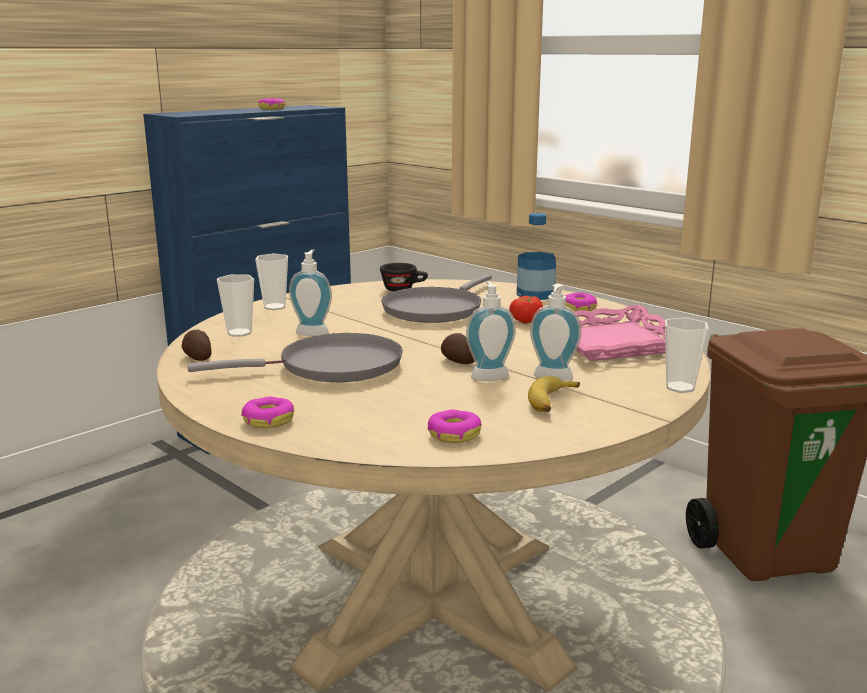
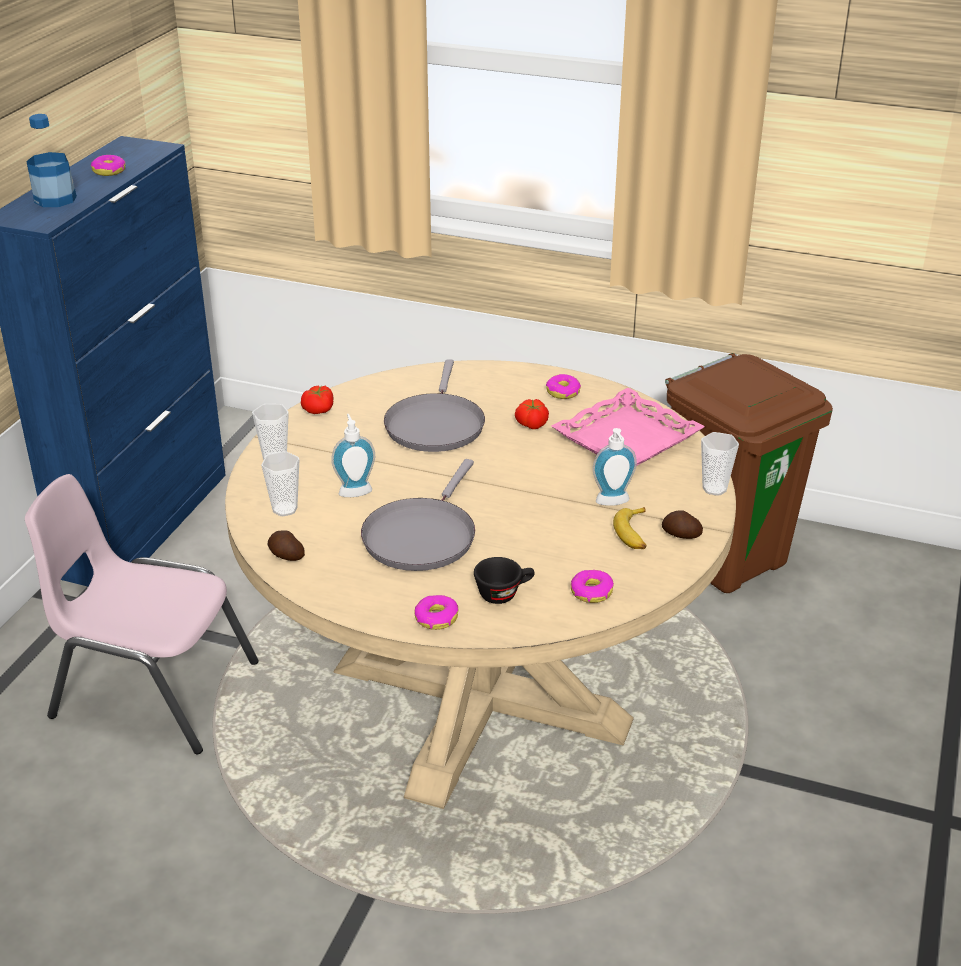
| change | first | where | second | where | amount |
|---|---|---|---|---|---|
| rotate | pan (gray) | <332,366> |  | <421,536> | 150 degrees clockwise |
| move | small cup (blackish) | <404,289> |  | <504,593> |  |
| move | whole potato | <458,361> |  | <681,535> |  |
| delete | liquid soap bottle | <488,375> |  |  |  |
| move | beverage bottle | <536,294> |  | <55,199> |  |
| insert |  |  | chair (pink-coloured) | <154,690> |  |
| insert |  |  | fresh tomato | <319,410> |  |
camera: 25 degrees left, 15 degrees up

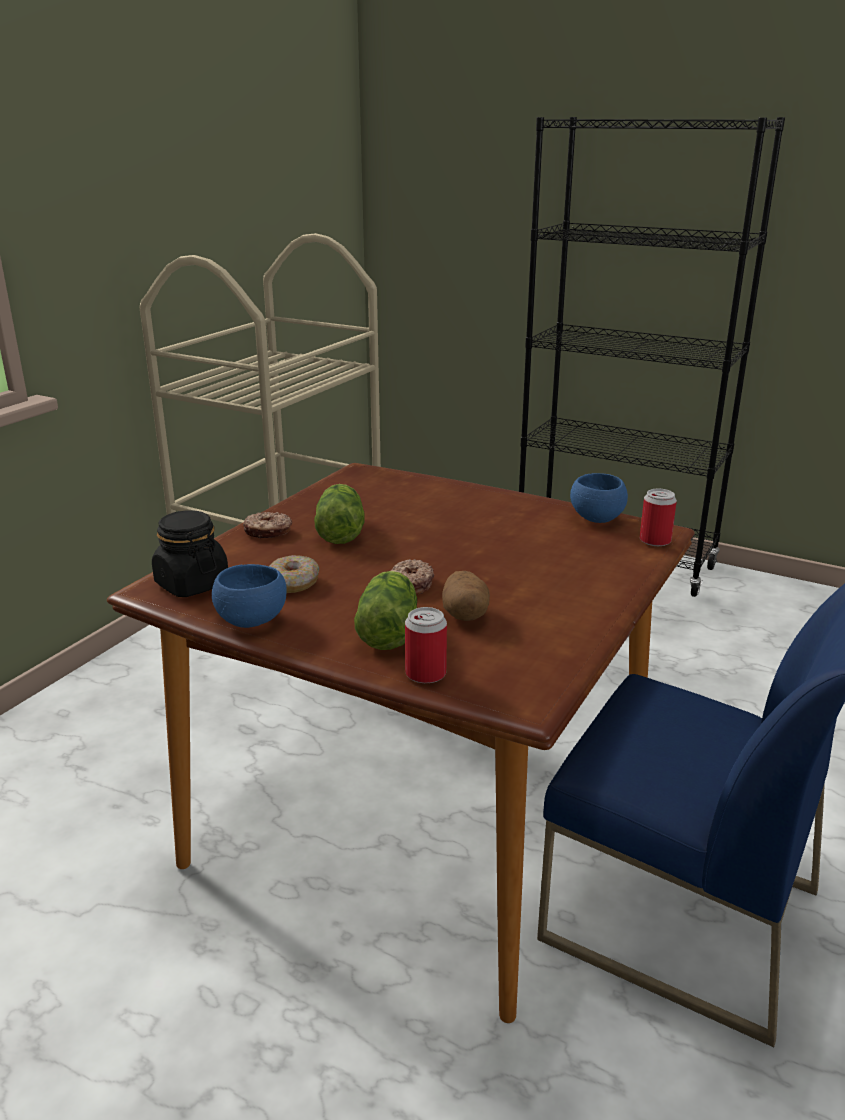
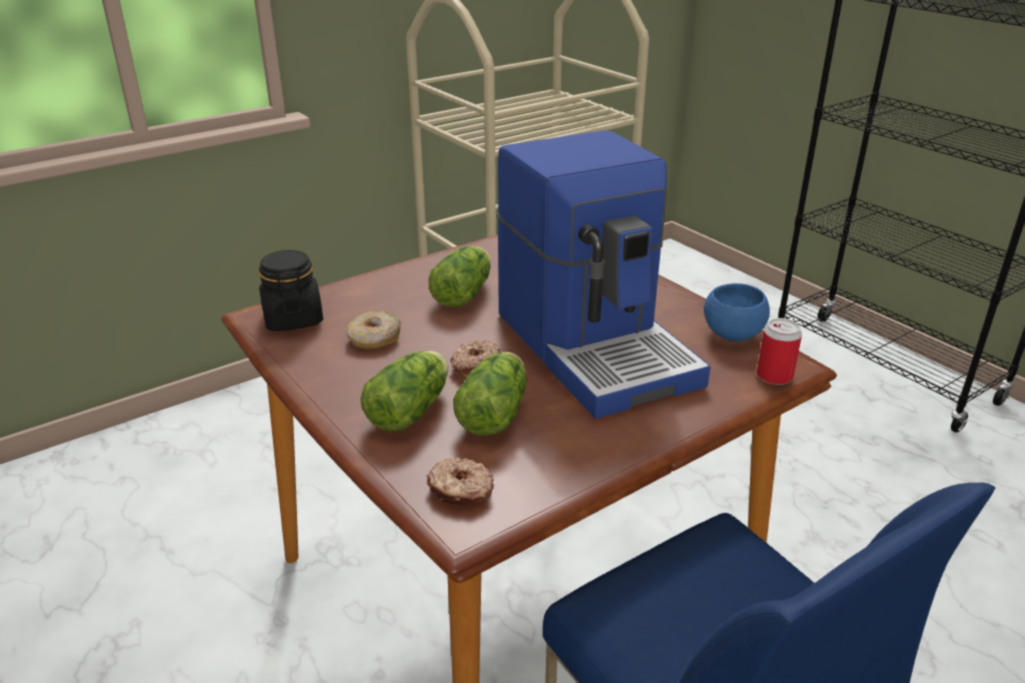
| change | first | where | second | where | amount |
|---|---|---|---|---|---|
| delete | serving bowl (bluish) | <252,620> |  |  |  |
| move | doughnut | <268,532> |  | <460,490> |  |
| delete | can | <425,674> |  |  |  |
| replace | whole potato | <464,614> | head of lettuce | <496,411> |  |
| insert |  |  | coffee maker | <597,346> |  |
camera: 25 degrees right, 5 degrees up

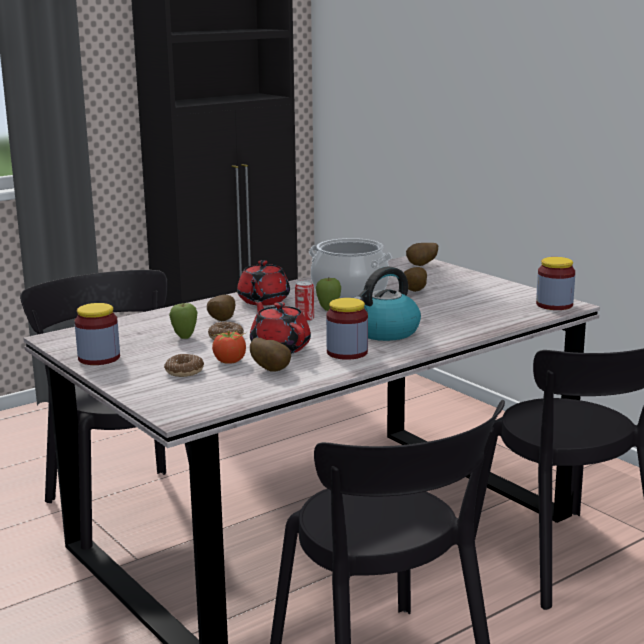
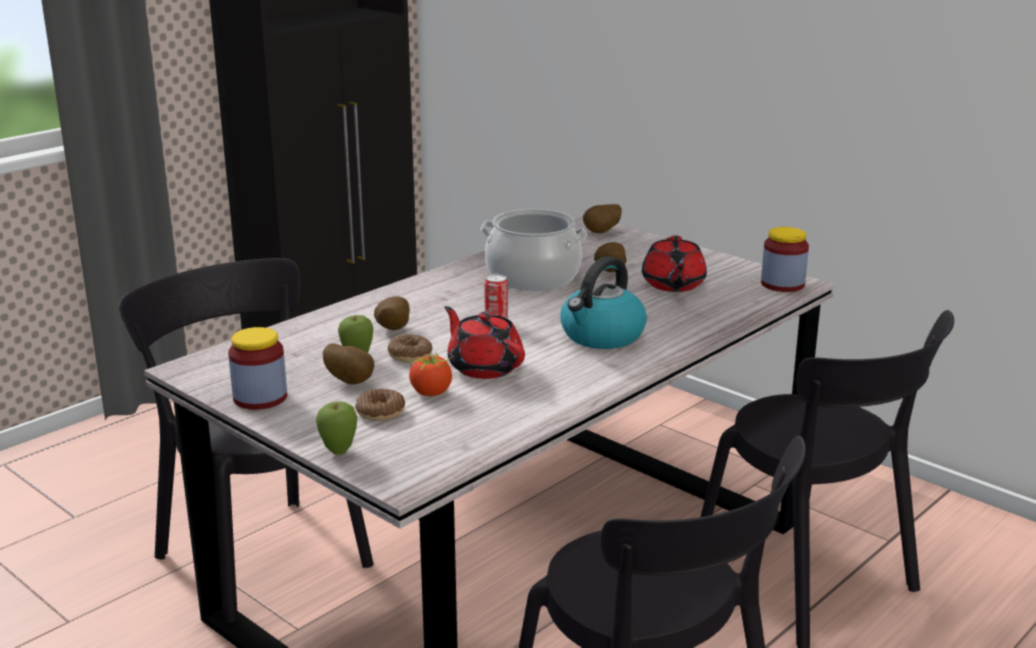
| change | first | where | second | where | amount |
|---|---|---|---|---|---|
| move | teapot (red) | <263,301> |  | <673,285> |  |
| move | whole potato | <272,369> |  | <351,381> |  |
| move | apple fruit | <328,310> |  | <338,451> |  |
| delete | preserve jar | <347,352> |  |  |  |
camera: 10 degrees left, 5 degrees up

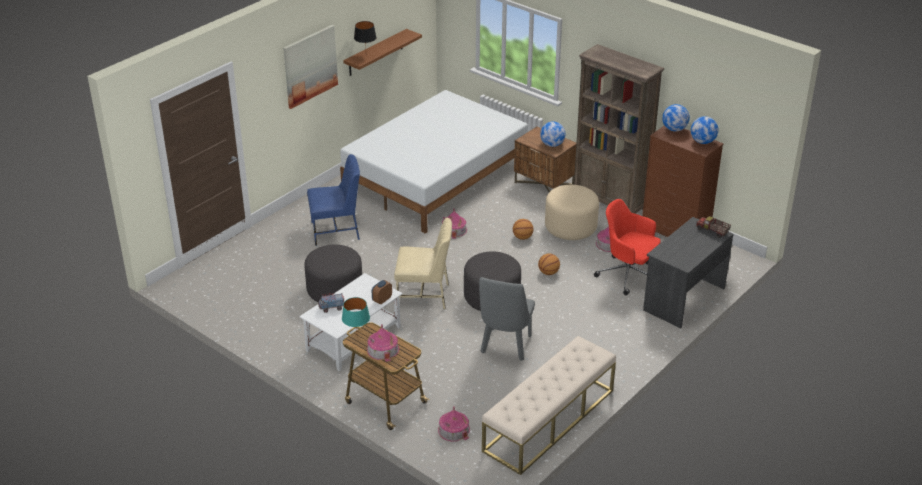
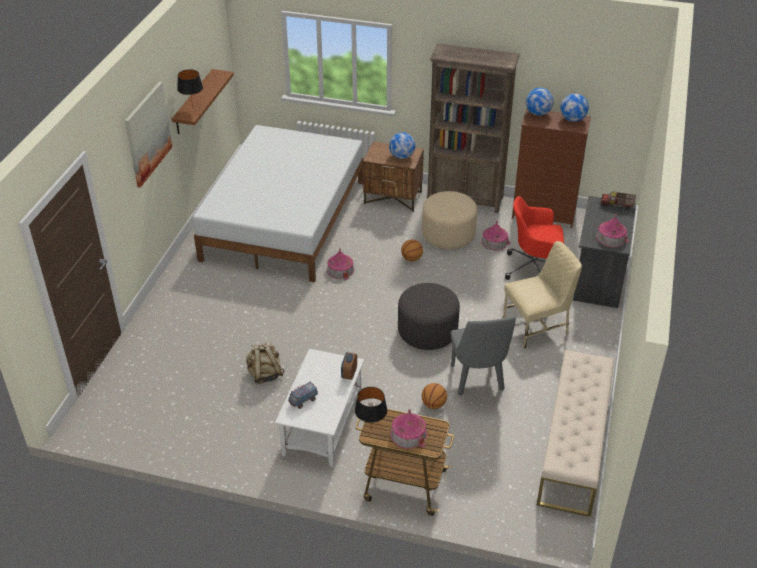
| change | first | where | second | where | amount |
|---|---|---|---|---|---|
| replace | pouffe (gray) | <334,290> | rucksack (sand-coloured) | <265,374> |  |
| delete | chair (bluish) | <336,231> |  |  |  |
| recolor | lamp for a table (turquoise) | <357,337> | lamp for a table (blackish) | <371,430> |  |
| move | chair (sand-coloured) | <424,295> |  | <537,327> |  |
| move | miniature house | <454,430> |  | <611,238> |  |
| move | ball for basketball | <548,272> |  | <433,404> |  |
camera: 25 degrees left, 5 degrees up

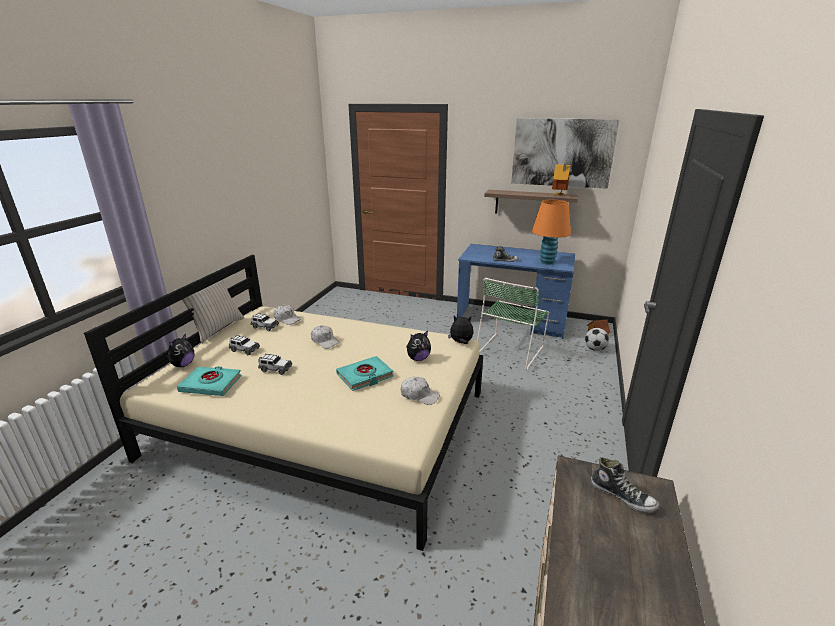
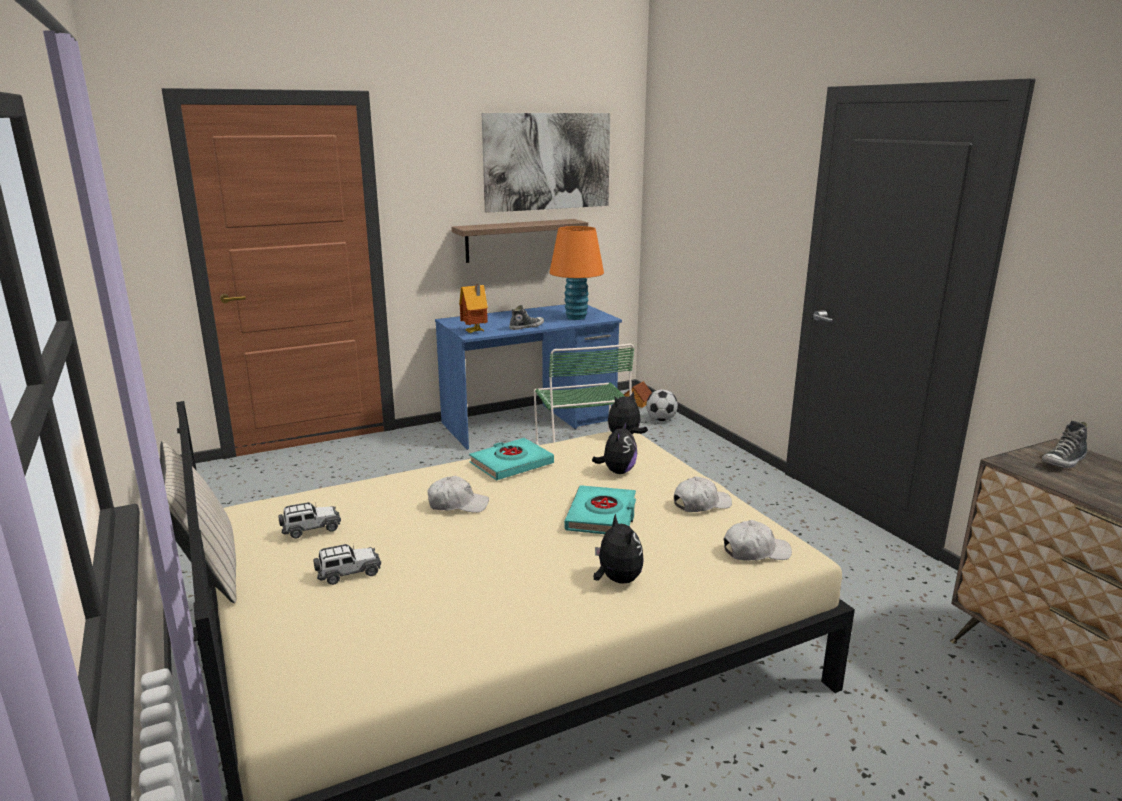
| change | first | where | second | where | amount |
|---|---|---|---|---|---|
| move | plush toy | <183,365> |  | <617,580> |  |
| move | bound book (turquoise) | <211,384> |  | <511,464> |  |
| delete | model car | <275,369> |  |  |  |
| move | baseball cap (whitish) | <287,319> |  | <755,551> |  |
| move | miniature house | <559,195> |  | <475,332> |  |
| rotate | low shoe | <622,496> |  | <1064,462> | 150 degrees clockwise |
camera: 45 degrees left, 5 degrees down

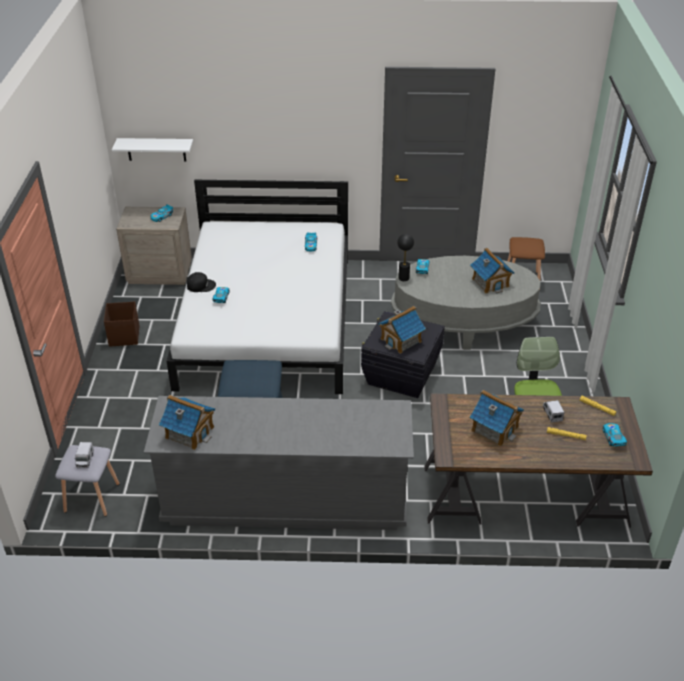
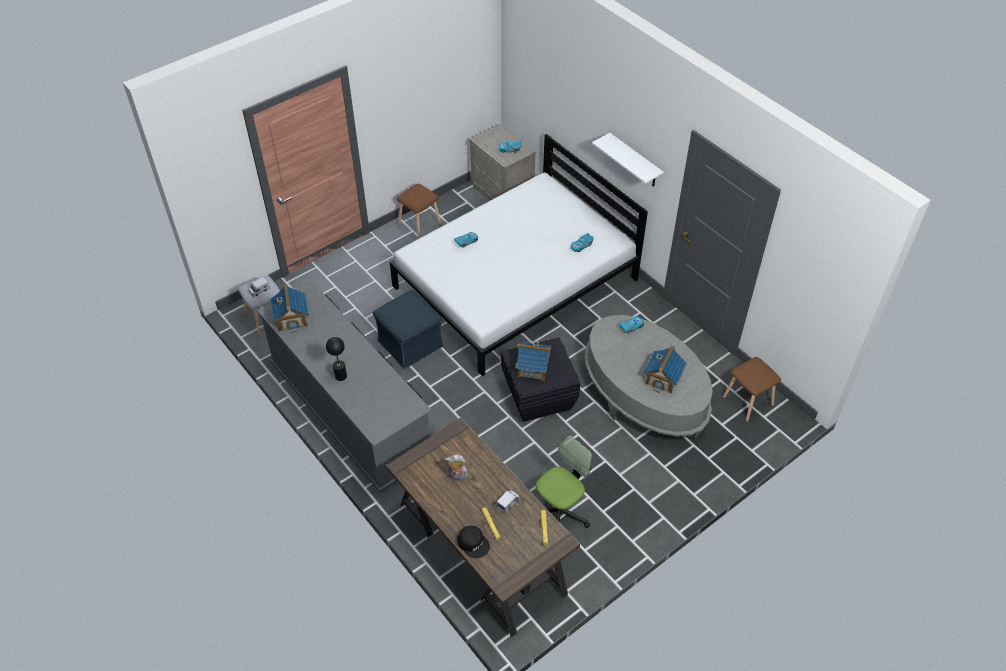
| change | first | where | second | where | amount |
|---|---|---|---|---|---|
| replace | storage container (brown) | <124,336> | sitting stool (brown) | <420,224> |  |
| move | bracket shelf (whitish) | <156,149> |  | <635,161> |  |
| move | baseball cap (blackish) | <201,285> |  | <473,543> |  |
| move | lamp for a table (blackish) | <403,278> |  | <340,376> |  |
| replace | miniature house | <494,428> | plush toy | <457,476> |  |
| delete | model car | <613,438> |  |  |  |
camera: 50 degrees right, 10 degrees up

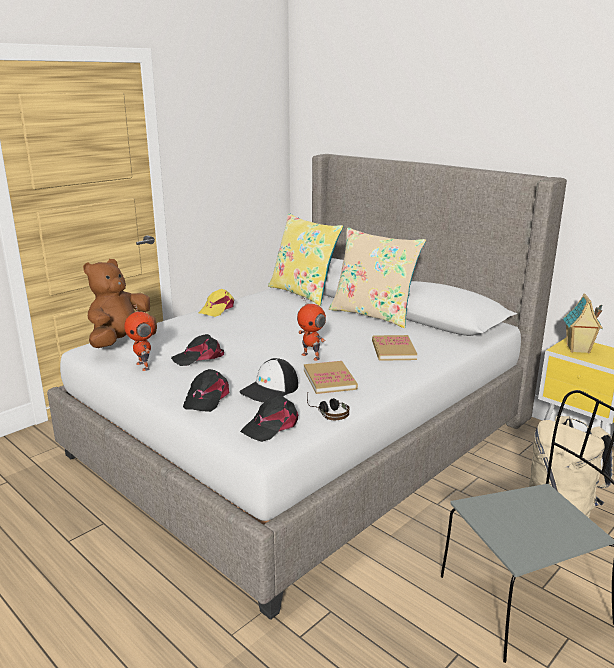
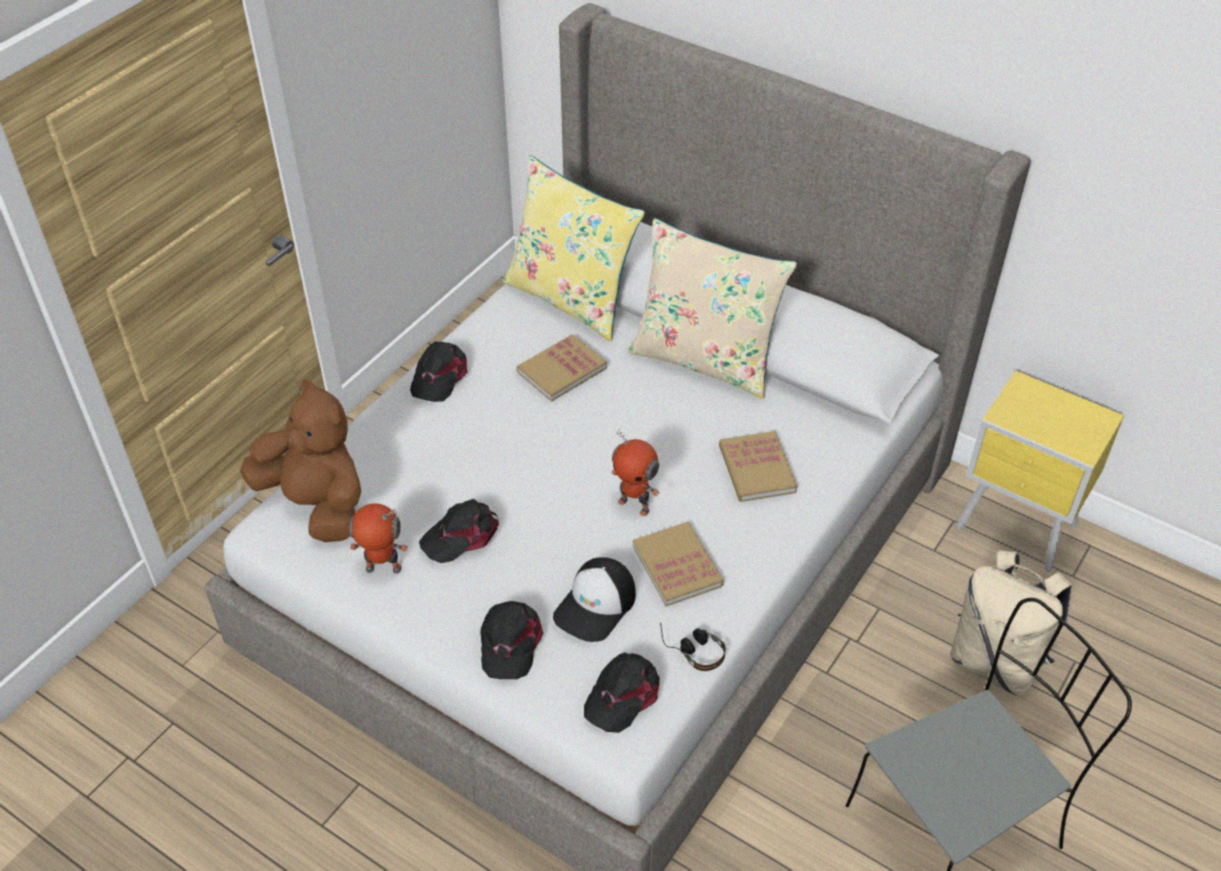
| change | first | where | second | where | amount |
|---|---|---|---|---|---|
| rotate | plush toy (brown) | <121,342> |  | <317,504> | 105 degrees clockwise |
| rotate | model robot | <144,366> |  | <383,570> | 135 degrees clockwise |
| recolor | baseball cap (yellow) | <217,309> | baseball cap (blackish) | <439,376> |  |
| delete | miniature house | <578,349> |  |  |  |
| insert |  |  | bound book | <561,370> |  |
camera: 10 degrees left, 25 degrees up

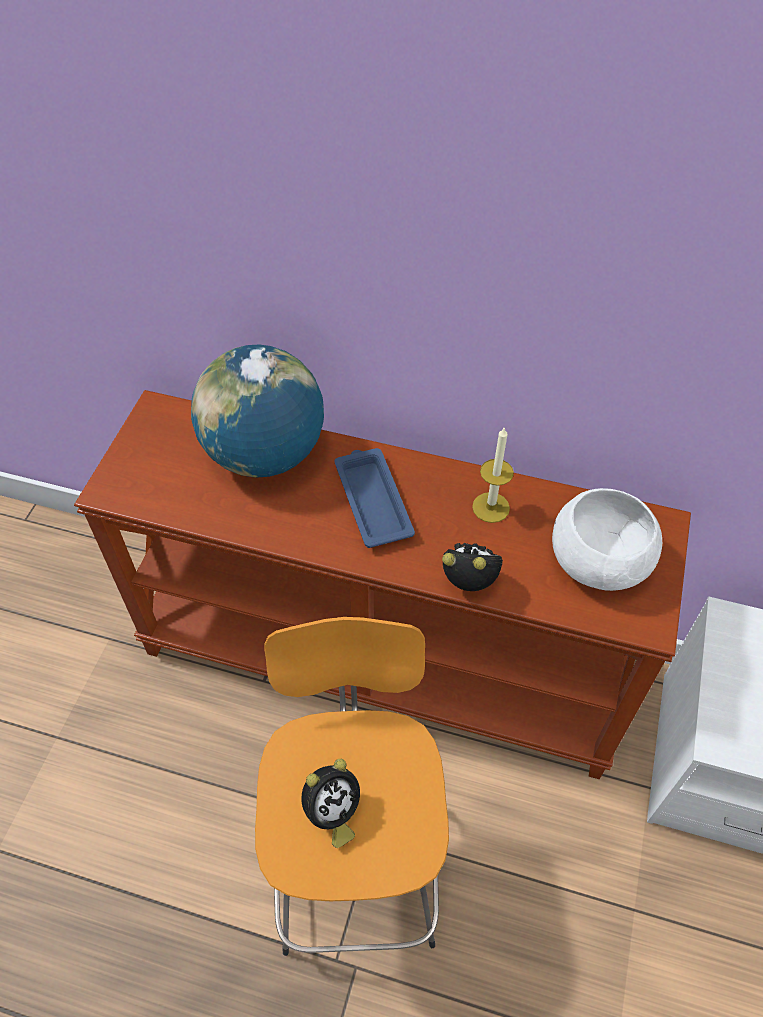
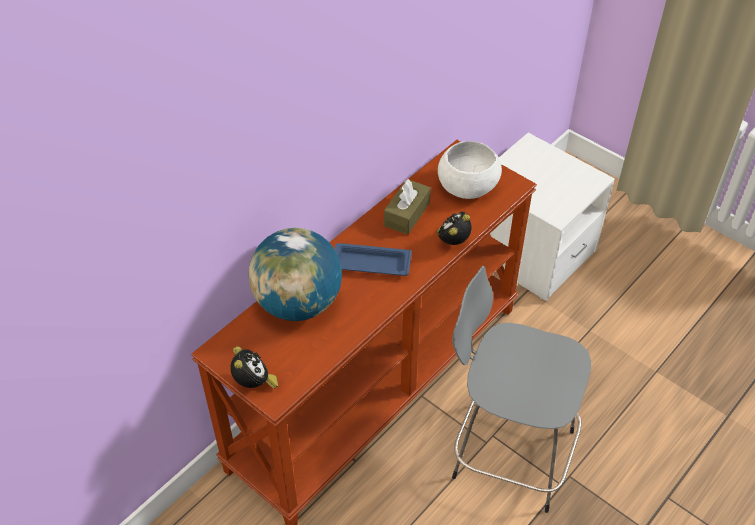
| change | first | where | second | where | amount |
|---|---|---|---|---|---|
| recolor | sitting stool (orange-coloured) | <357,864> | sitting stool (gray) | <508,452> |  |
| move | alarm clock | <331,812> |  | <254,384> |  |
| replace | wax light | <491,507> | tissue holder (brown) | <407,214> |  |
camera: 65 degrees left, 5 degrees down

